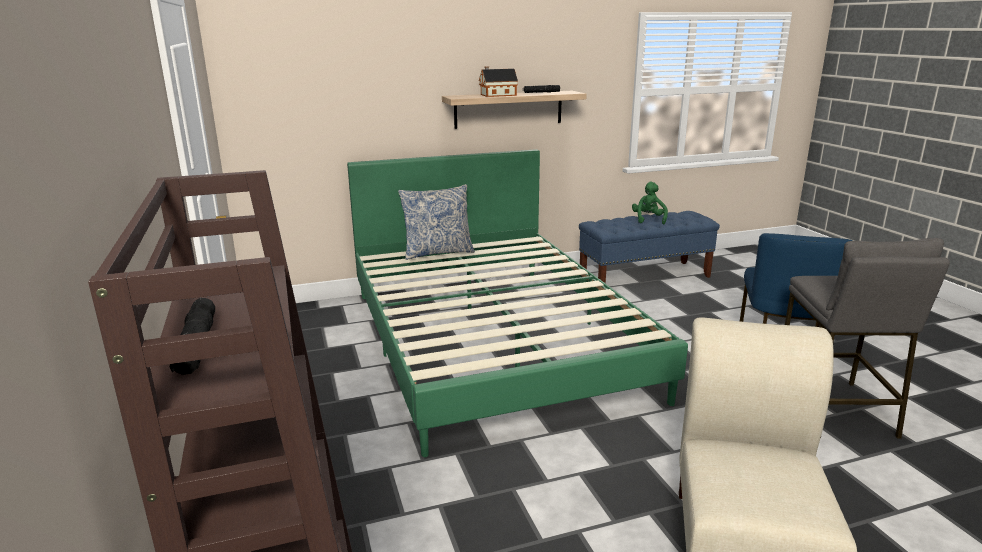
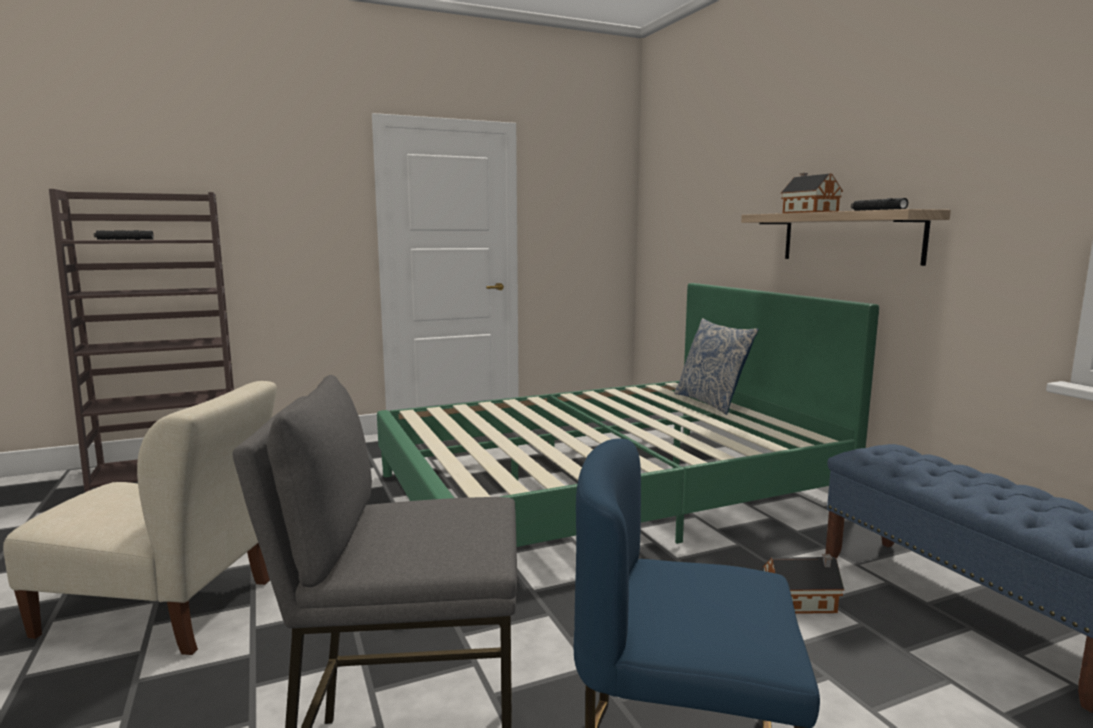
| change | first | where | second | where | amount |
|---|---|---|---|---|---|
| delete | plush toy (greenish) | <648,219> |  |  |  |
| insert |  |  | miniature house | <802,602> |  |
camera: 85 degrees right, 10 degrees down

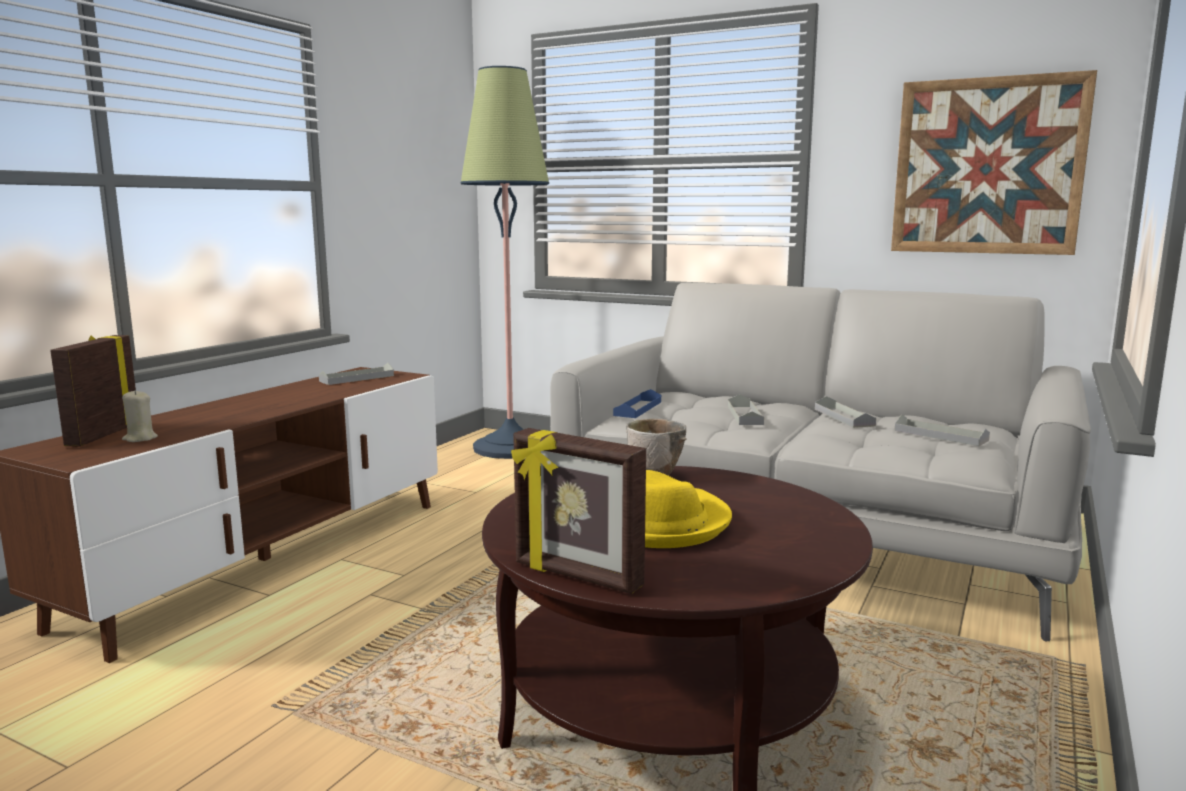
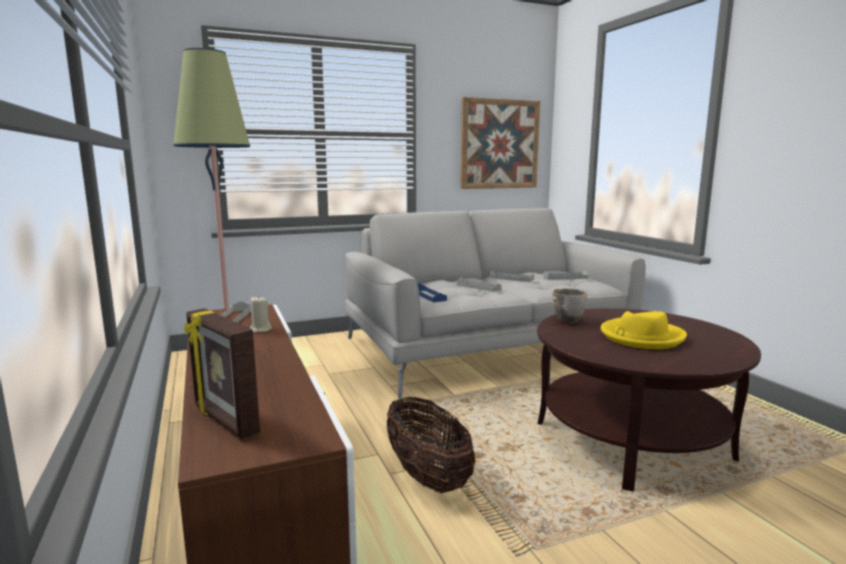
| change | first | where | second | where | amount |
|---|---|---|---|---|---|
| move | wax light (sand-coloured) | <140,438> |  | <260,330> |  |
| delete | standing frame | <576,576> |  |  |  |
| insert |  |  | household basket | <427,476> |  |
camera: 50 degrees left, 0 degrees up

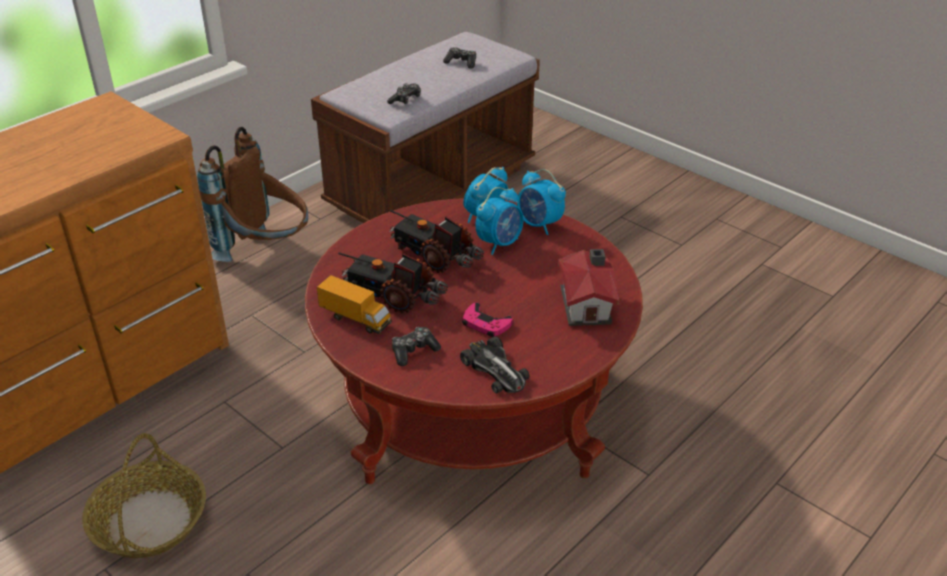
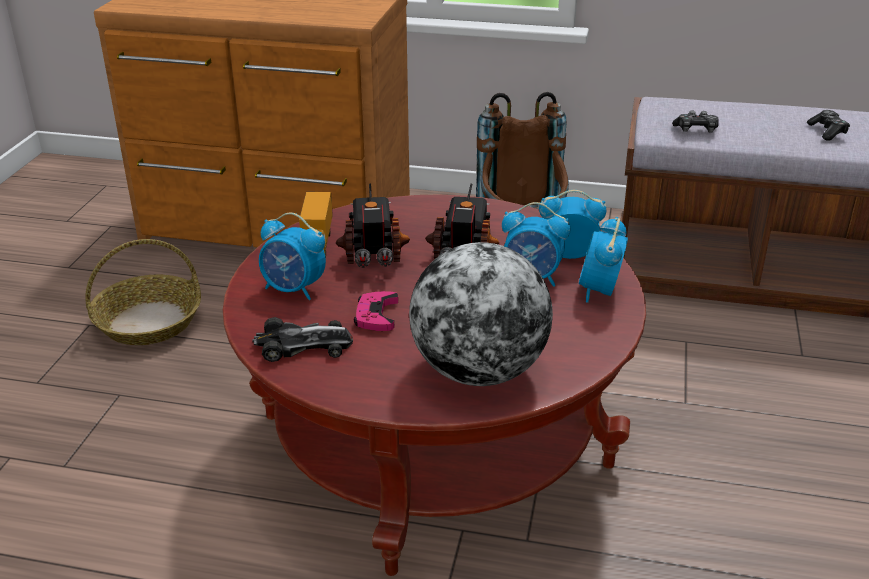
| change | first | where | second | where | amount |
|---|---|---|---|---|---|
| replace | game controller | <413,351> | alarm clock | <294,289> |  |
| rotate | model car | <494,370> |  | <303,345> | 120 degrees counterclockwise |
| replace | miniature house | <587,304> | world globe | <479,371> |  |
camera: 60 degrees right, 5 degrees down

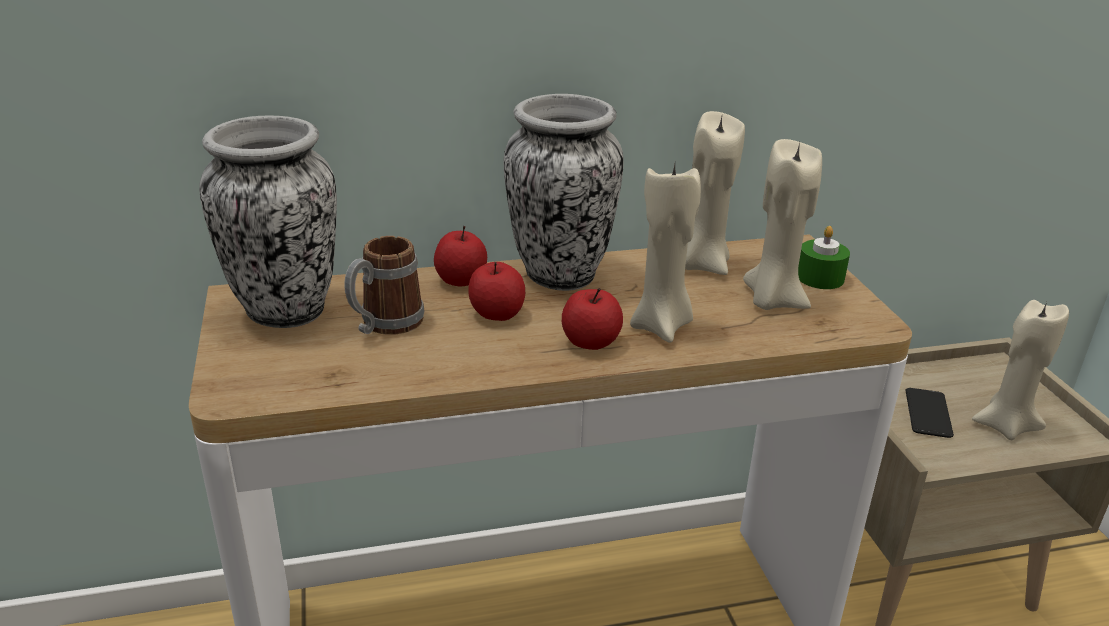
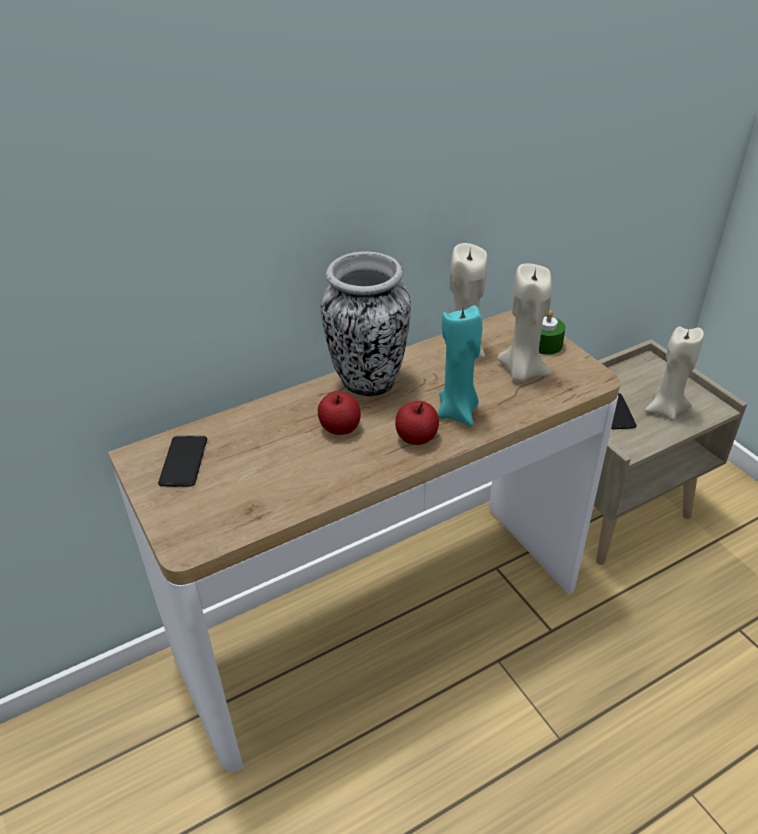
| change | first | where | second | where | amount |
|---|---|---|---|---|---|
| replace | vase | <286,311> | phone | <183,462> |  |
| delete | mug | <384,325> |  |  |  |
| delete | apple fruit | <461,280> |  |  |  |
| recolor | wax light (sand-coloured) | <662,326> | wax light (turquoise) | <458,412> |  |
camera: 15 degrees left, 10 degrees up

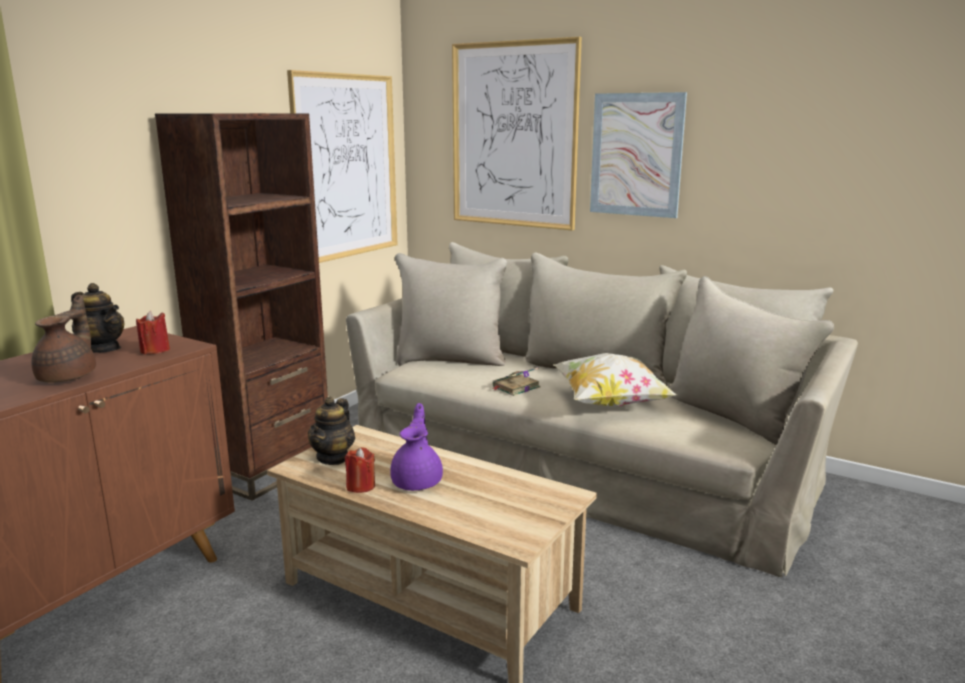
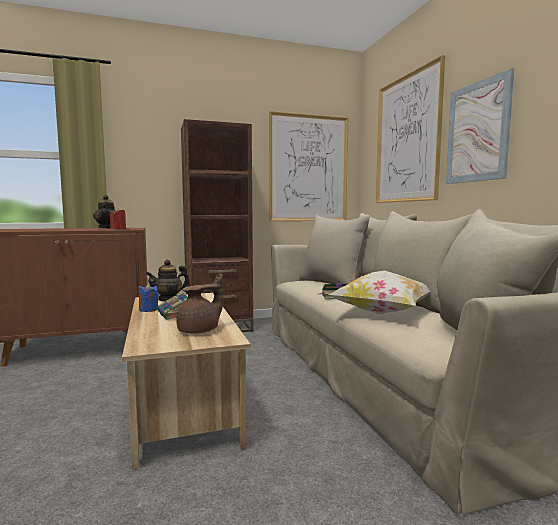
| change | first | where | second | where | amount |
|---|---|---|---|---|---|
| move | teapot (brown) | <69,376> |  | <200,330> |  |
| recolor | wax light (red) | <360,486> | wax light (bluish) | <148,309> |  |
| replace | teapot (purple-coloured) | <418,481> | bound book | <175,314> |  |
camera: 40 degrees right, 10 degrees down

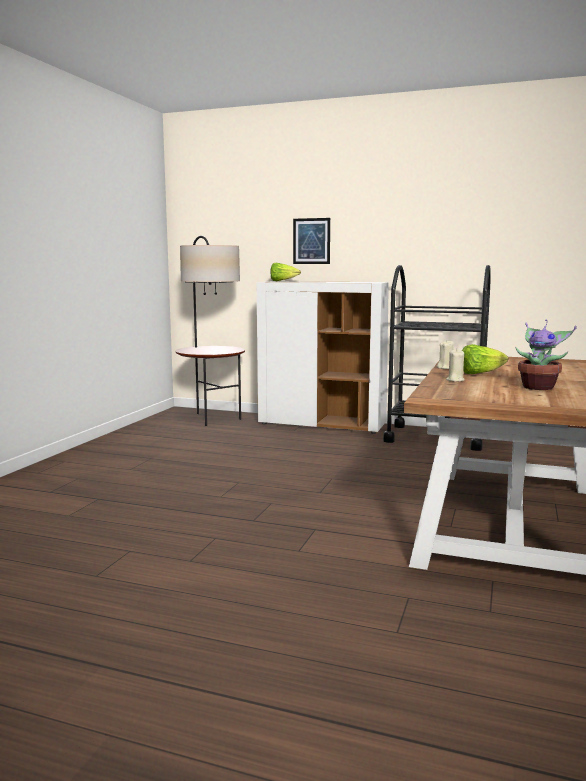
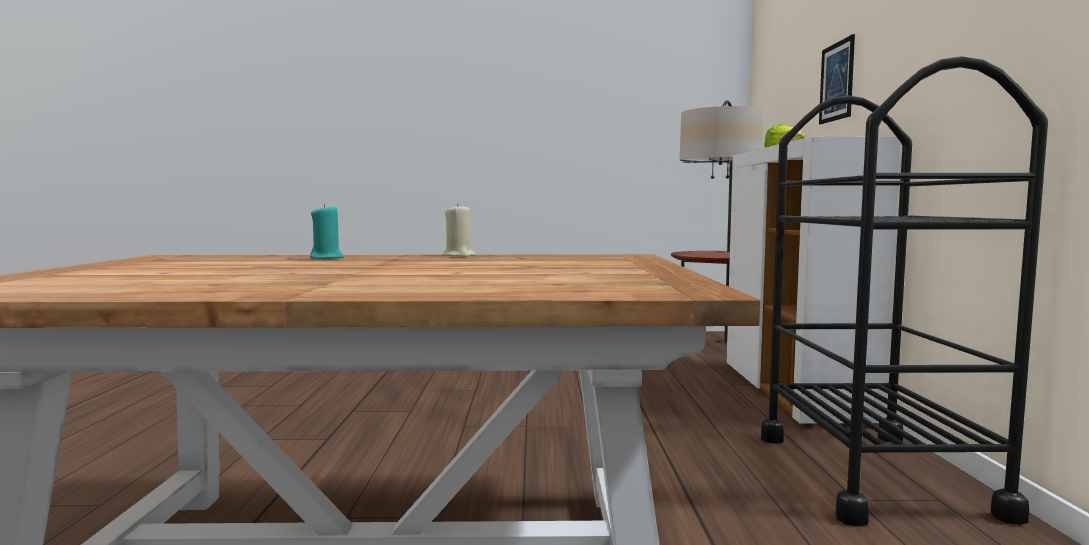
| change | first | where | second | where | amount |
|---|---|---|---|---|---|
| recolor | wax light (sand-coloured) | <455,380> | wax light (turquoise) | <327,258> |  |
| delete | head of lettuce | <480,373> |  |  |  |
| delete | potted plant | <539,387> |  |  |  |
camera: 70 degrees right, 5 degrees down

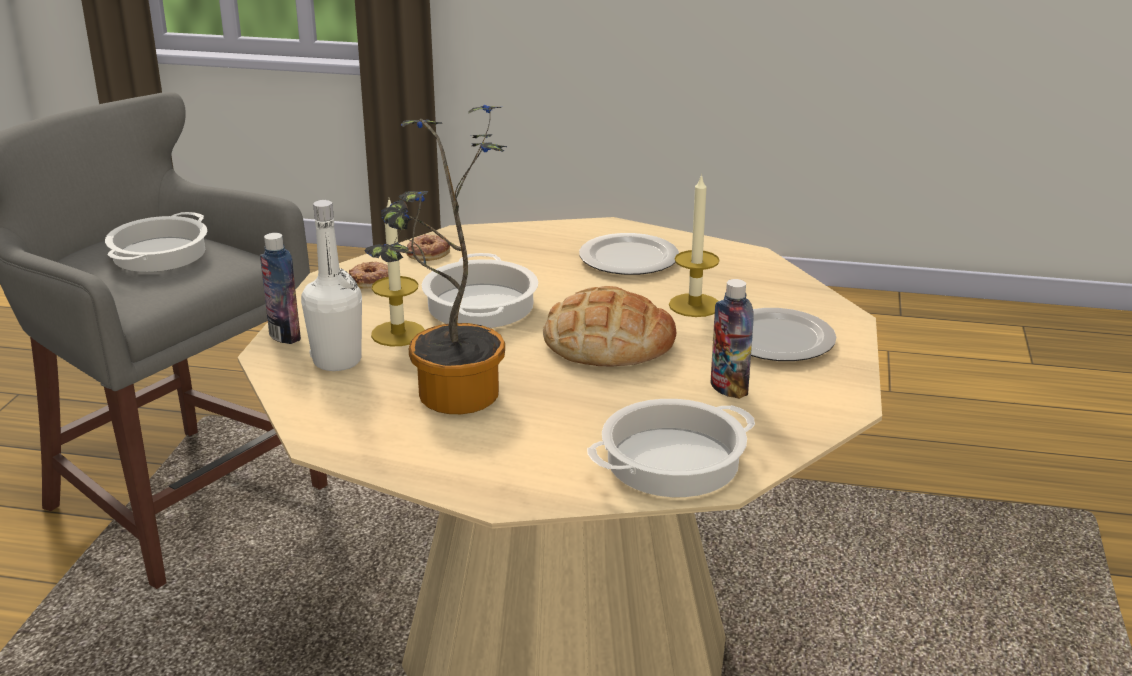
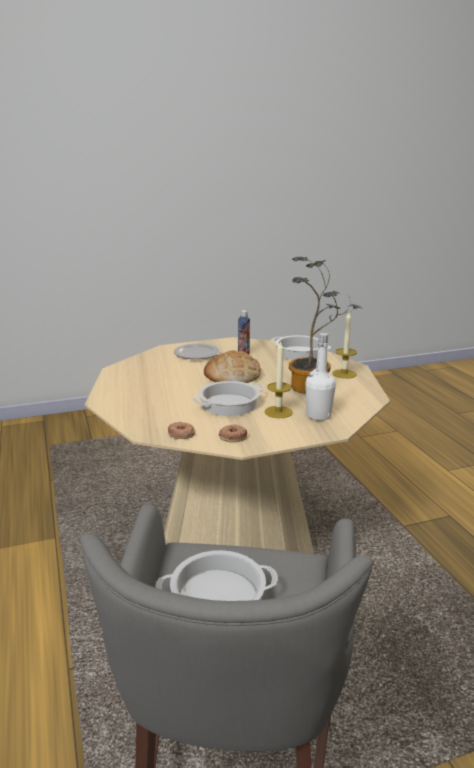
| change | first | where | second | where | amount |
|---|---|---|---|---|---|
| delete | beverage bottle | <284,336> |  |  |  |
| delete | dinner plate | <629,258> |  |  |  |
| move | wax light | <694,305> |  | <344,374> |  |
camera: 120 degrees left, 5 degrees down

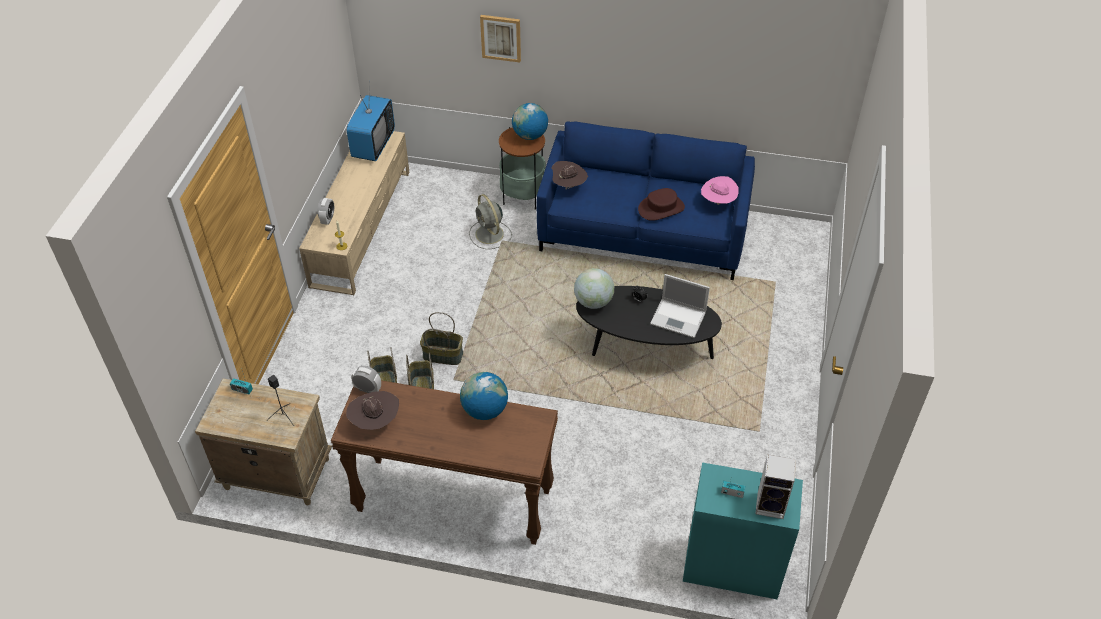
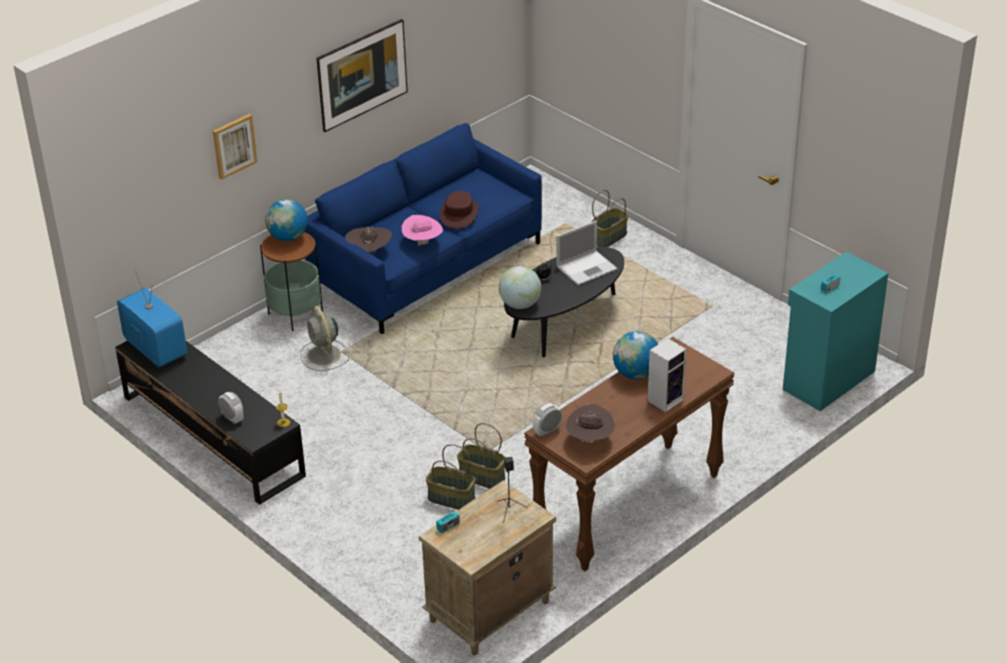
| change | first | where | second | where | amount |
|---|---|---|---|---|---|
| recolor | tv unit (sand-coloured) | <362,226> | tv unit (blackish) | <212,435> |  |
| move | household basket | <443,355> |  | <608,237> |  |
| rotate | cooling fan (gray) | <490,235> |  | <324,356> | 60 degrees clockwise |
| move | hat (pink-coloured) | <718,202> |  | <423,242> |  |
| move | audio speaker | <771,505> |  | <666,399> |  |
| insert |  |  | picture | <363,93> |  |
camera: 55 degrees left, 10 degrees down

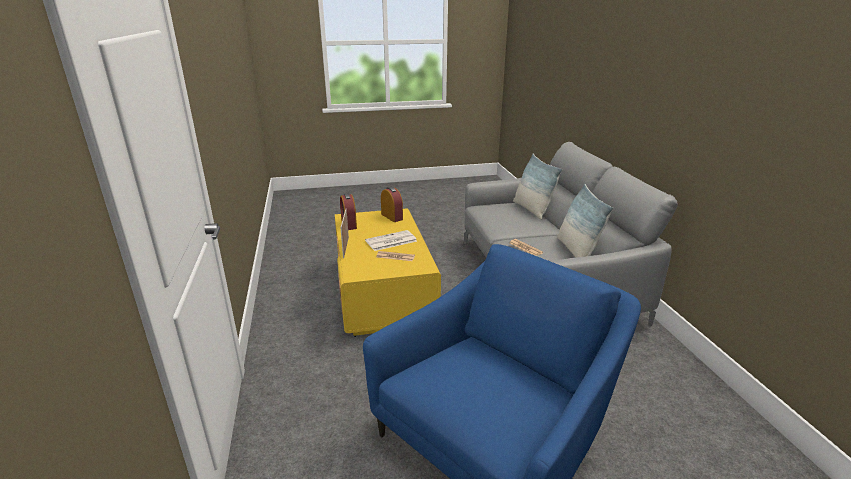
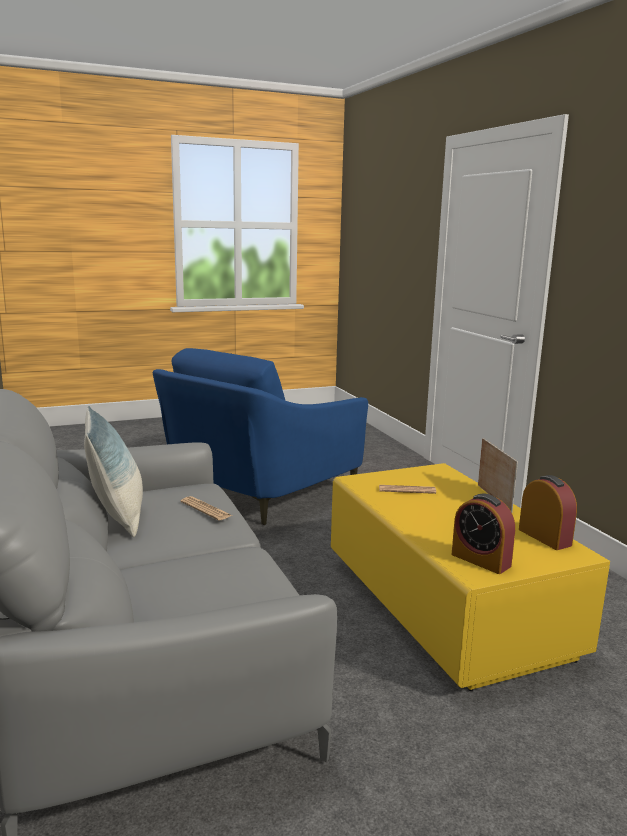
| change | first | where | second | where | amount |
|---|---|---|---|---|---|
| delete | daily paper | <390,241> |  |  |  |
| delete | throw pillow | <532,210> |  |  |  |
camera: 170 degrees right, 10 degrees down

